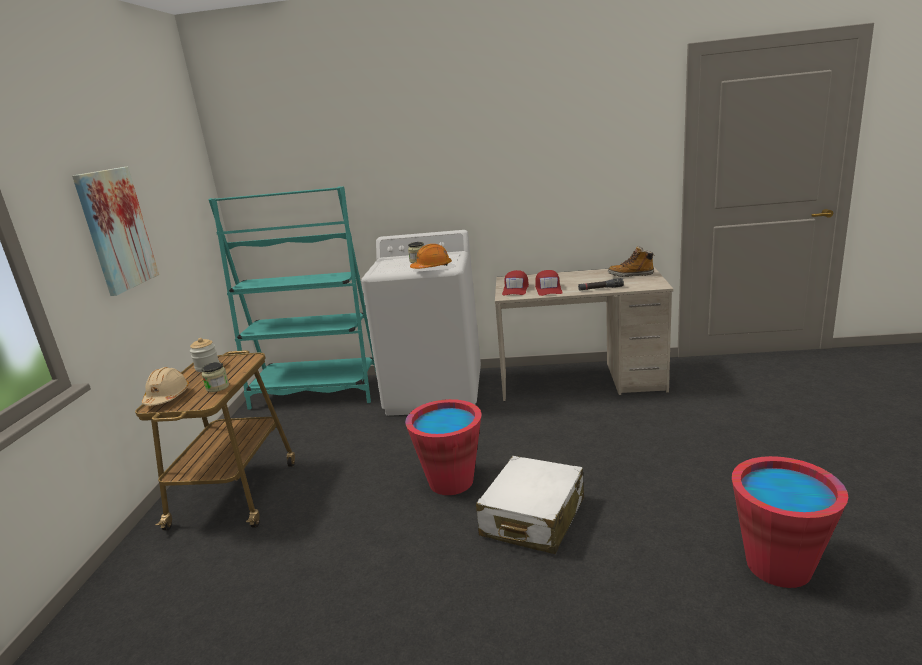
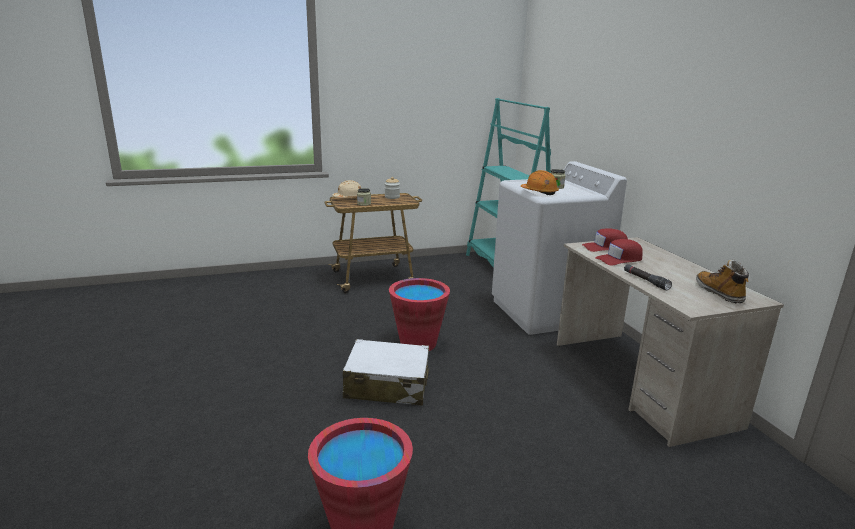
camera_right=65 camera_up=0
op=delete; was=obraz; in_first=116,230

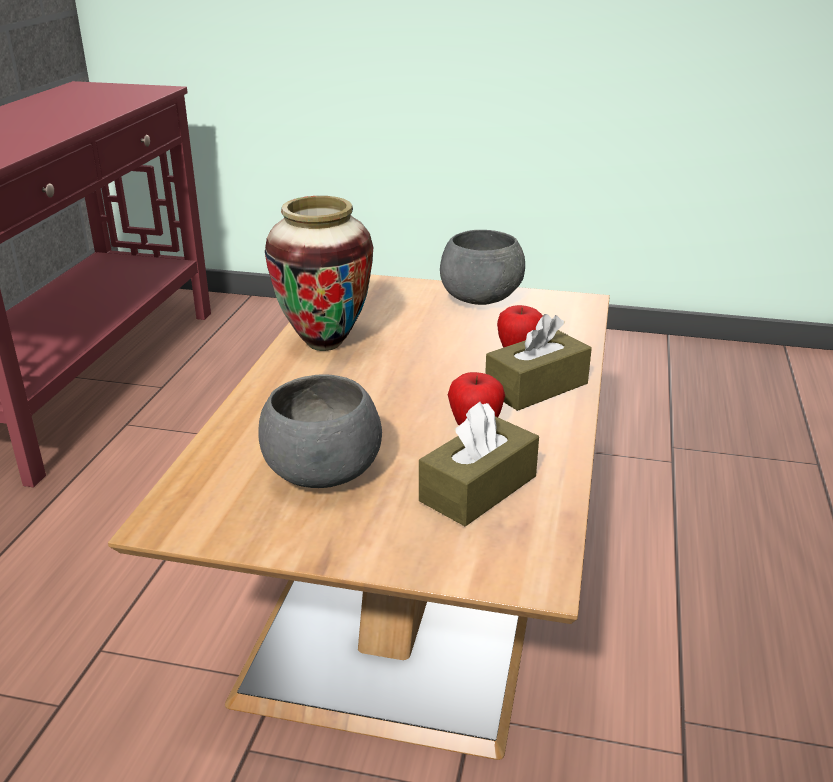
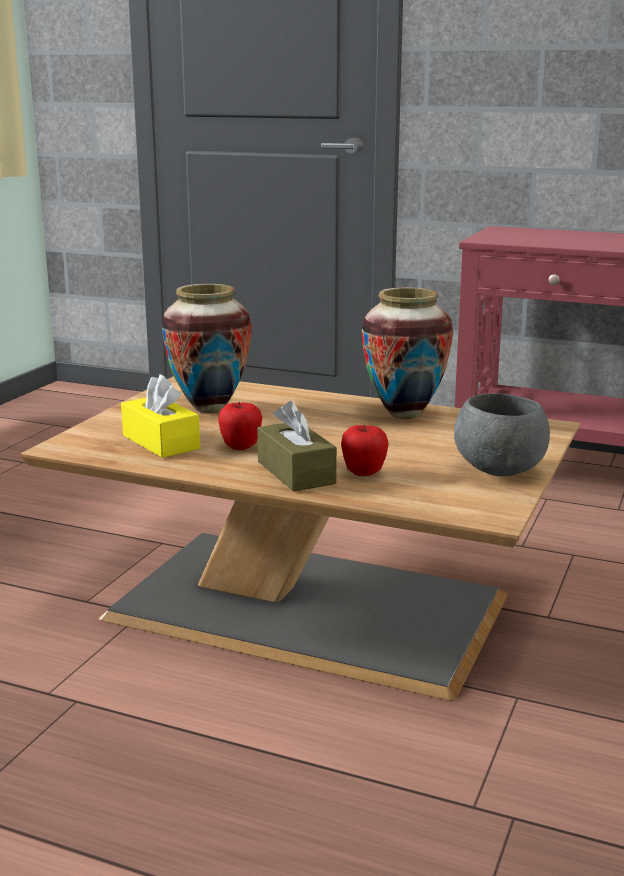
camera_right=100 camera_up=-10
op=recolor; was=pudełko chusteczek [brązowy]; now=pudełko chusteczek [żółty]; in_first=478,489; in_second=161,442
op=replace; was=miska [szary]; now=wazon; in_first=322,474; in_second=209,409

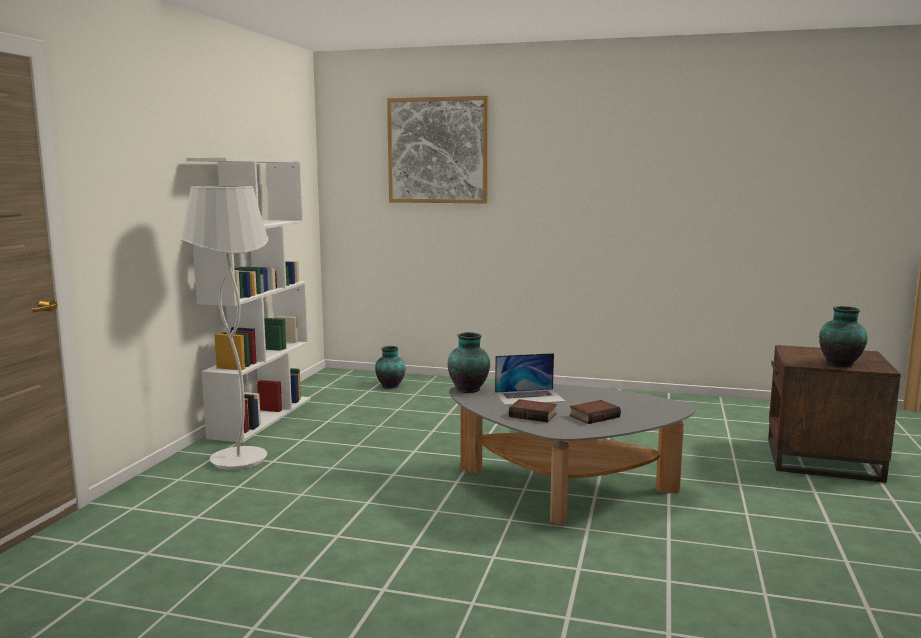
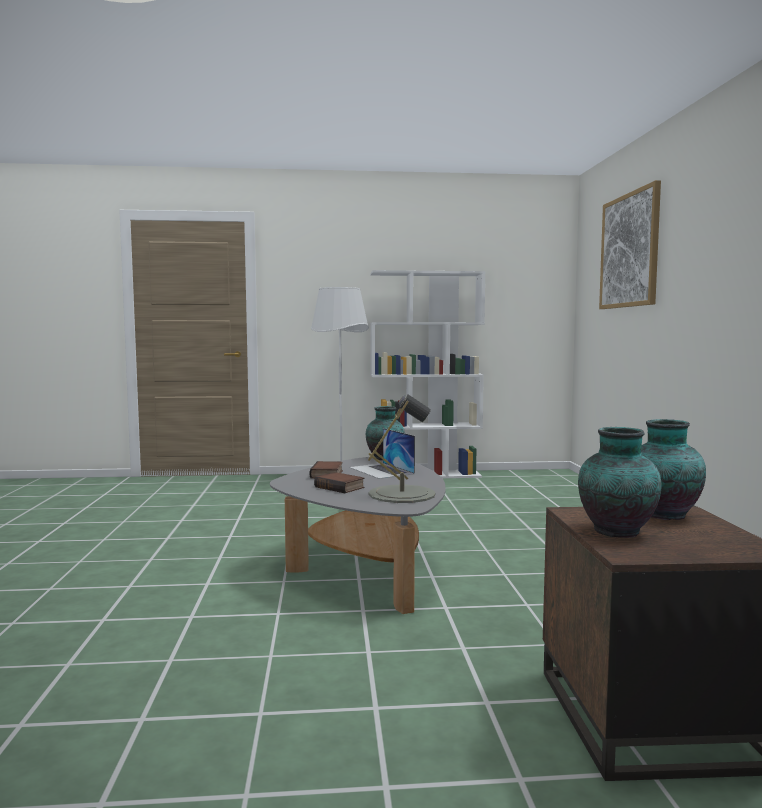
camera_right=70 camera_up=-5
op=insert; now=lampa stołowa [szary]; in_second=402,494
op=move; was=wazon; in_first=390,386; in_second=662,515

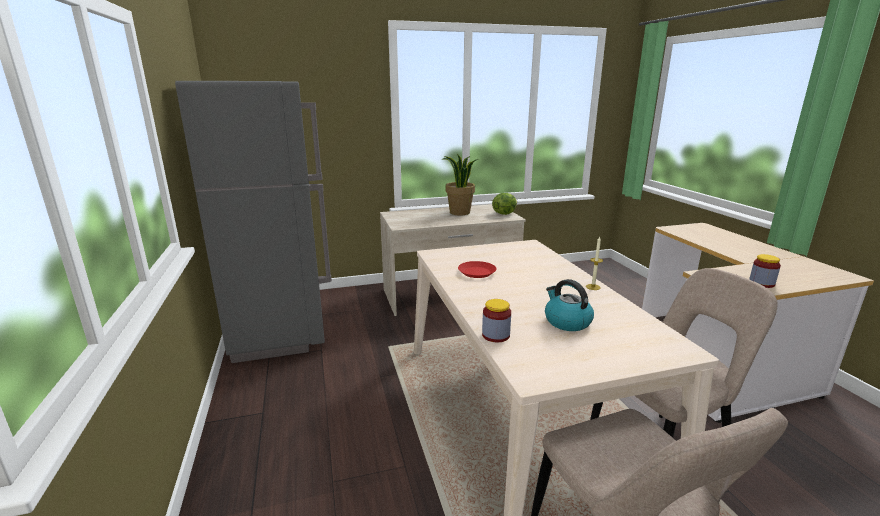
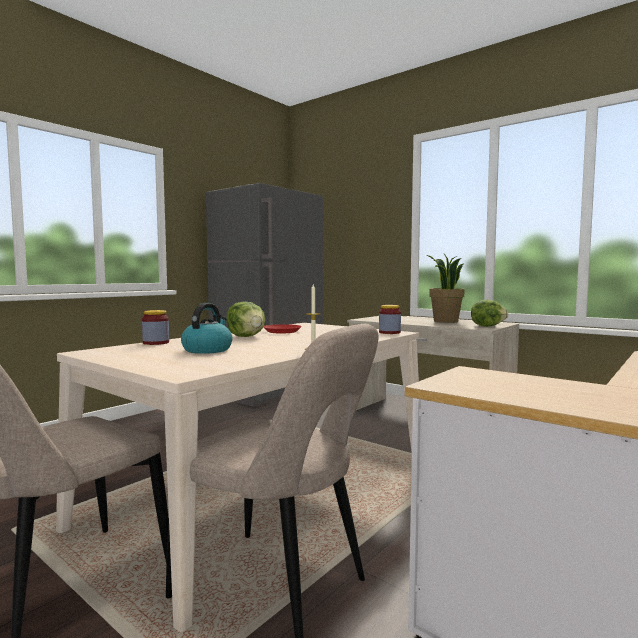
camera_right=55 camera_up=-15
op=insert; now=sałata; in_second=247,337
op=move; was=słoik; in_first=761,283; in_second=389,332

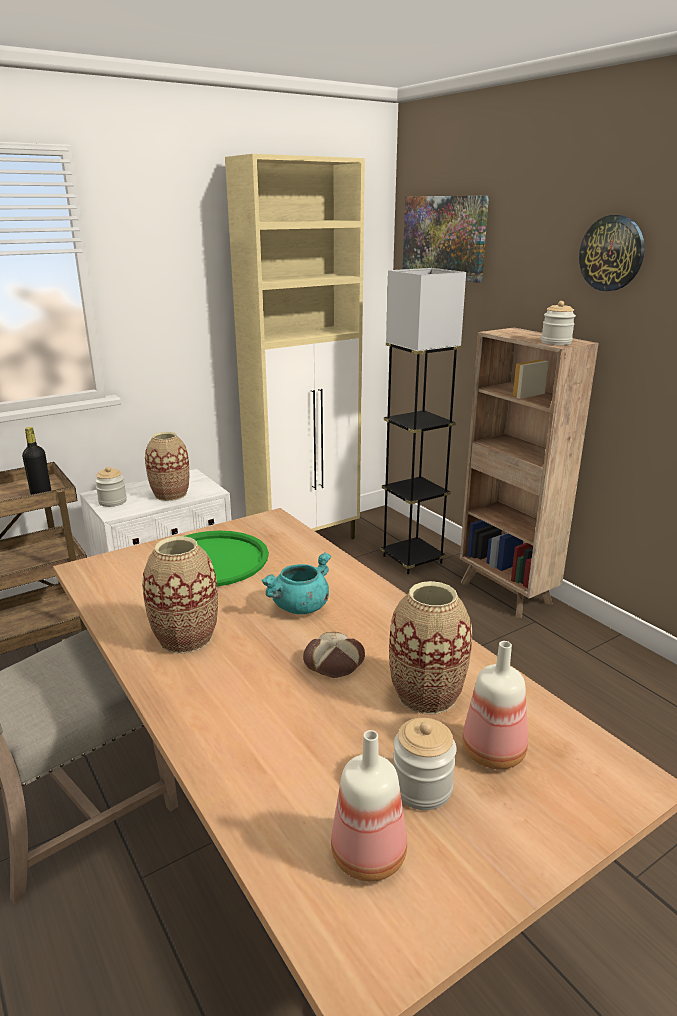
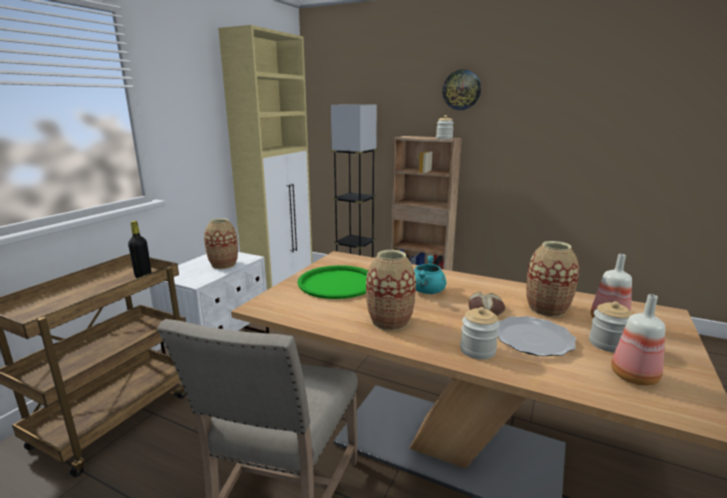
camera_right=-30 camera_up=-5
op=move; was=słoik; in_first=112,502; in_second=477,350
op=insert; now=talerz; in_second=533,339
op=delete; was=obraz; in_first=444,237

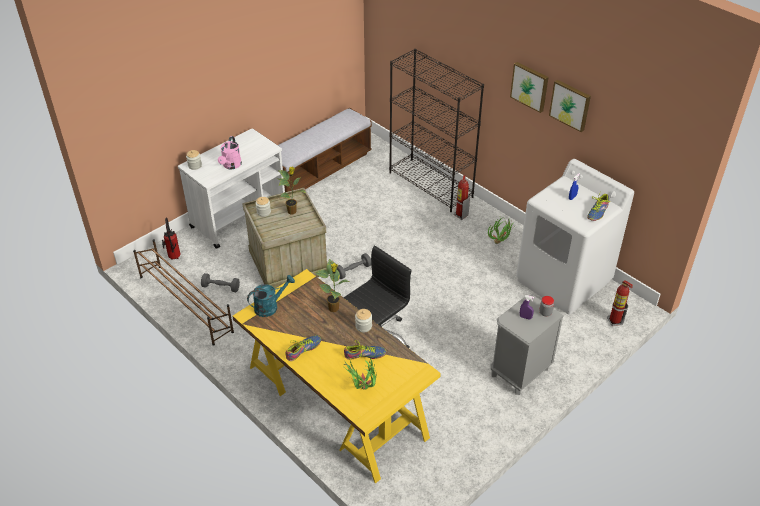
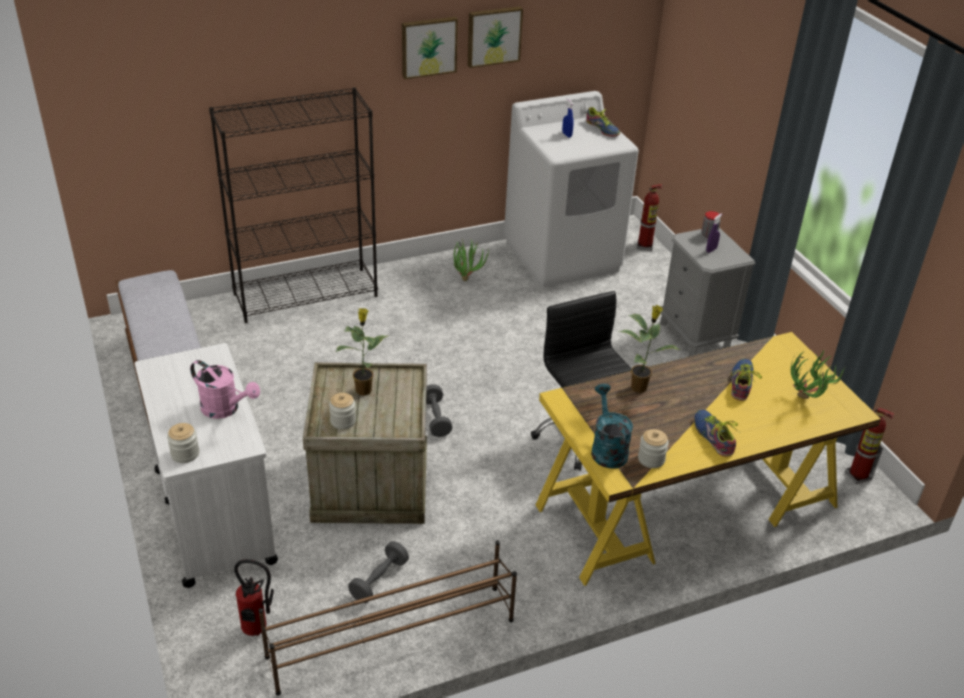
camera_right=-70 camera_up=-5
op=move; was=słoik; in_first=363,326; in_second=651,459
op=move; was=gaśnica; in_first=460,215; in_second=858,476

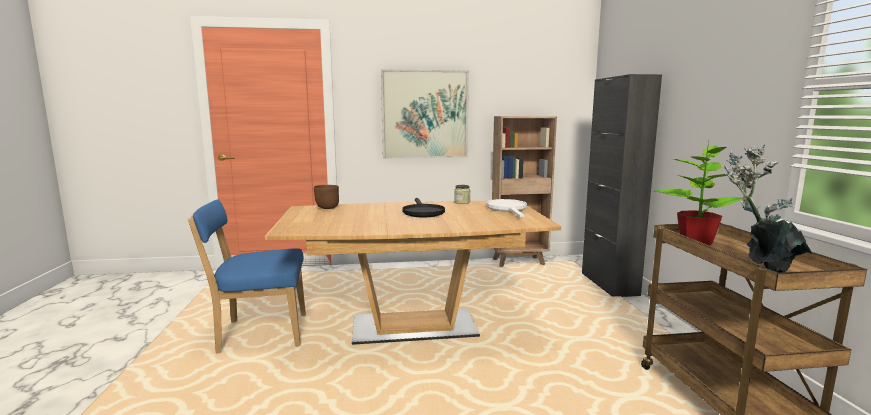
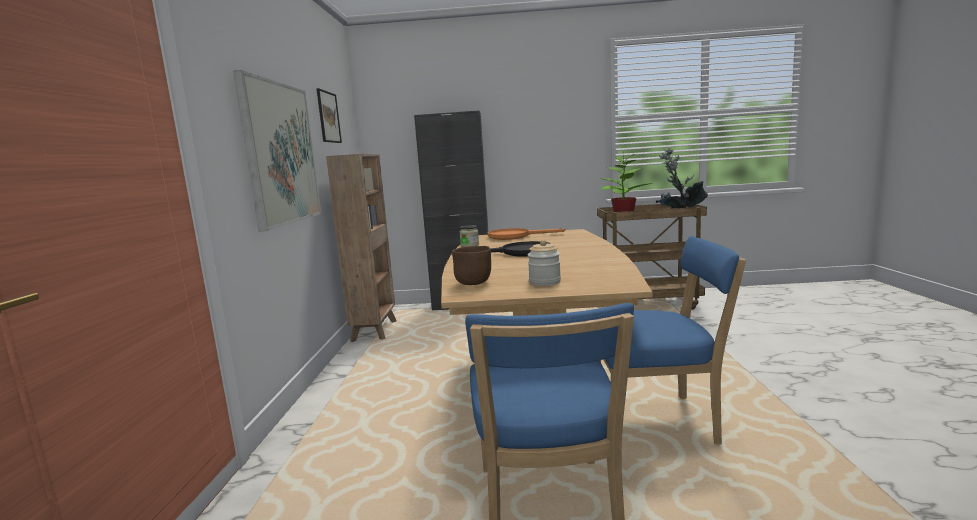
camera_right=-80 camera_up=0
op=insert; now=obraz; in_second=328,117
op=recolor; was=patelnia [biały]; now=patelnia [pomarańczowy]; in_first=508,209; in_second=515,236
op=insert; now=słoik; in_second=544,282
op=insert; now=krzesło [niebieski]; in_second=658,422

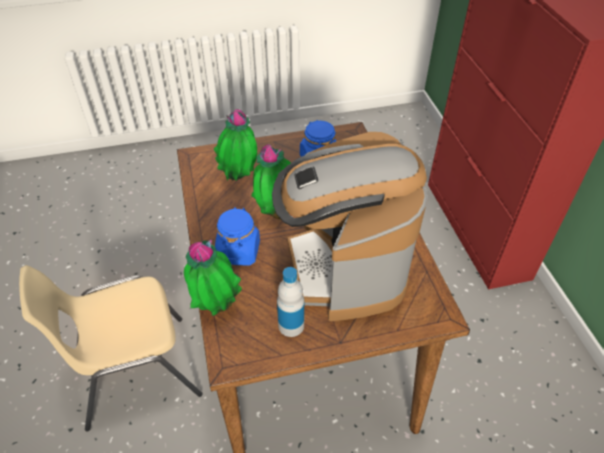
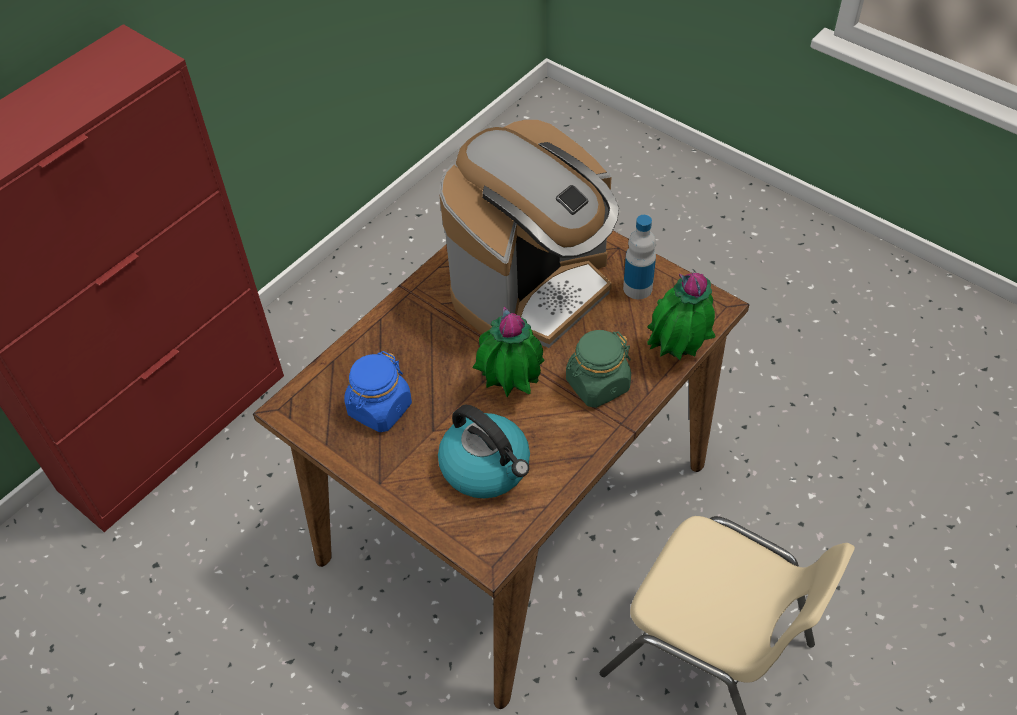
camera_right=-125 camera_up=5
op=replace; was=roślina doniczkowa; now=czajnik; in_first=240,178; in_second=487,467
op=recolor; was=słoik [niebieski]; now=słoik [zielony]; in_first=238,251; in_second=597,385

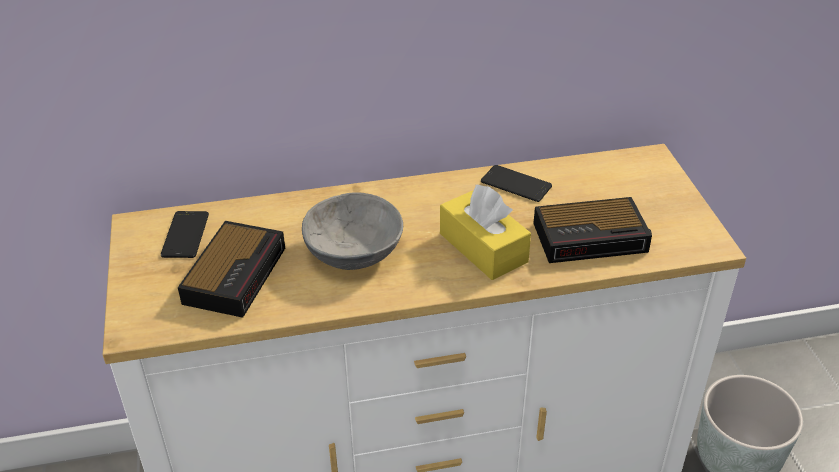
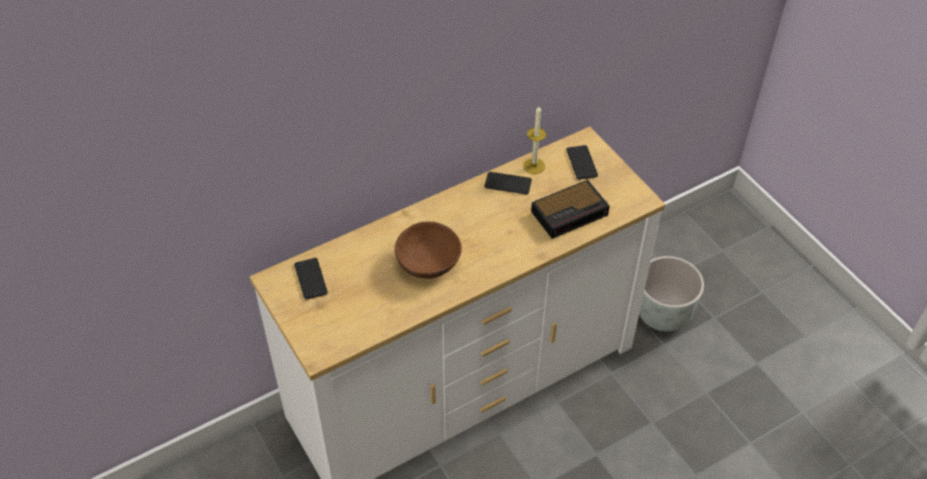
camera_right=-20 camera_up=10
op=recolor; was=miska [szary]; now=miska [brązowy]; in_first=352,252; in_second=427,262
op=insert; now=świeca; in_second=534,166
op=insert; now=telefon; in_second=581,163
op=delete; was=budzik; in_first=236,273
op=delete; was=pudełko chusteczek [żółty]; in_first=483,248

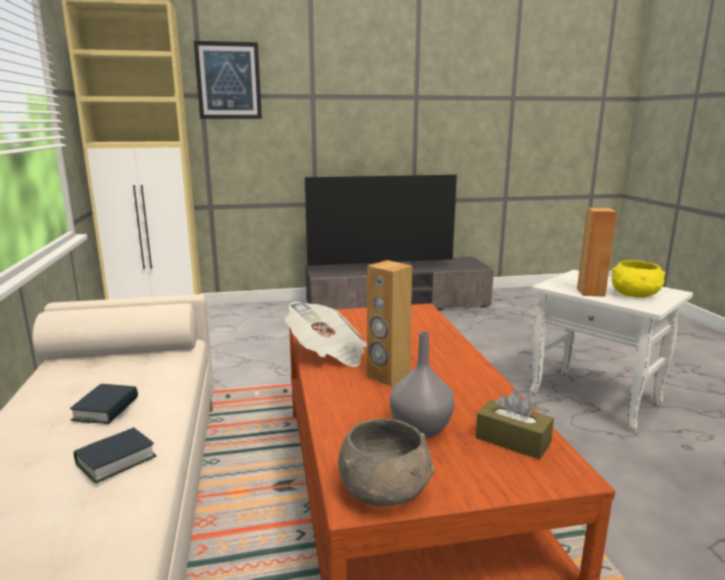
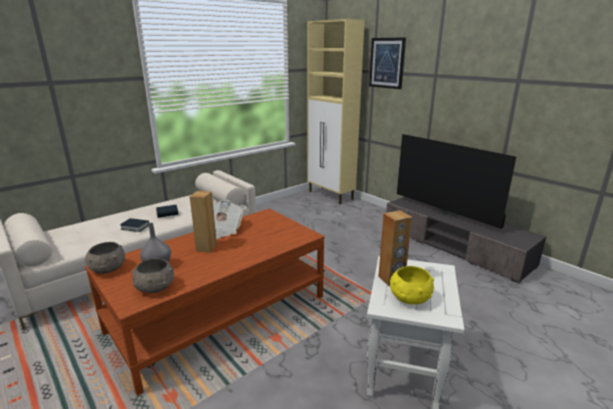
camera_right=60 camera_up=5
op=replace; was=pudełko chusteczek [brązowy]; now=miska [szary]; in_first=512,440; in_second=155,288

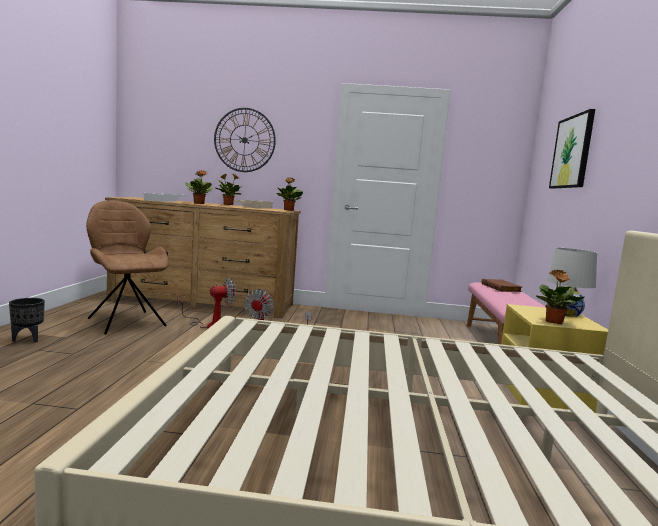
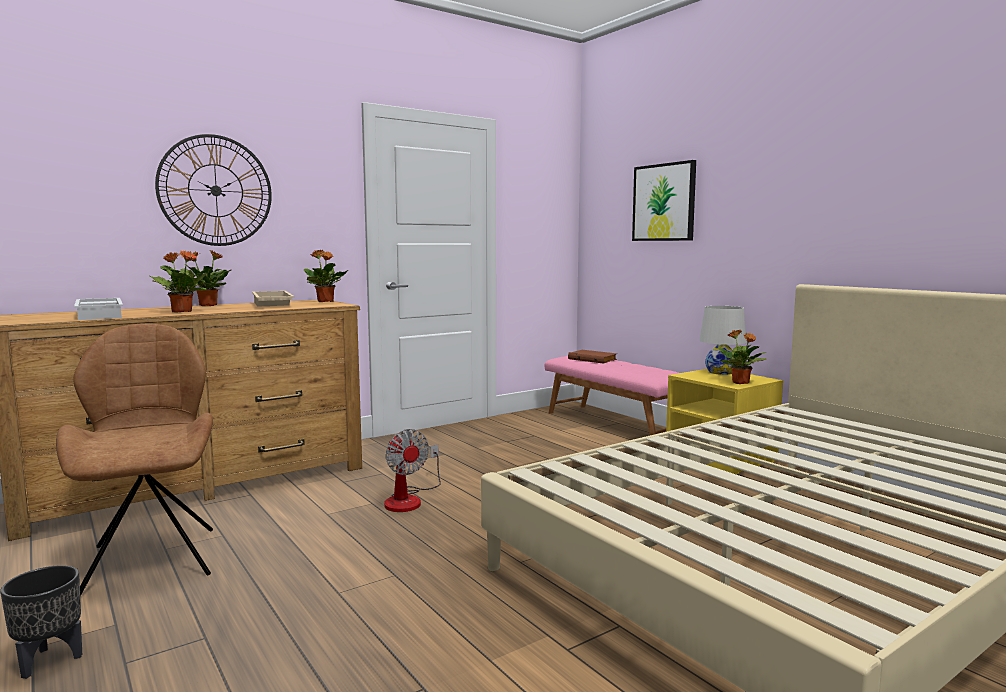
camera_right=-40 camera_up=0
op=rotate; was=krzesło [brązowy]; in_first=126,321; in_second=152,558; clockwise=60
op=delete; was=wentylator; in_first=211,325

